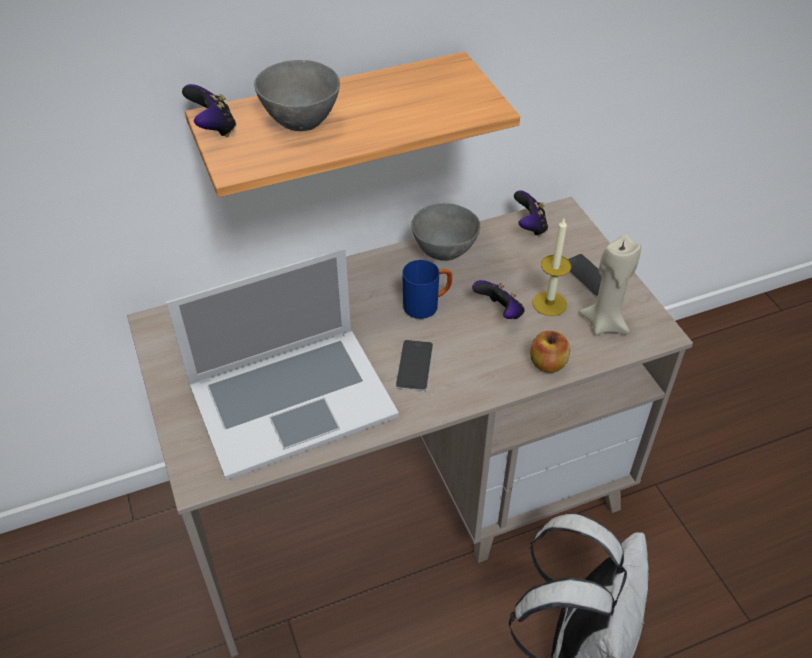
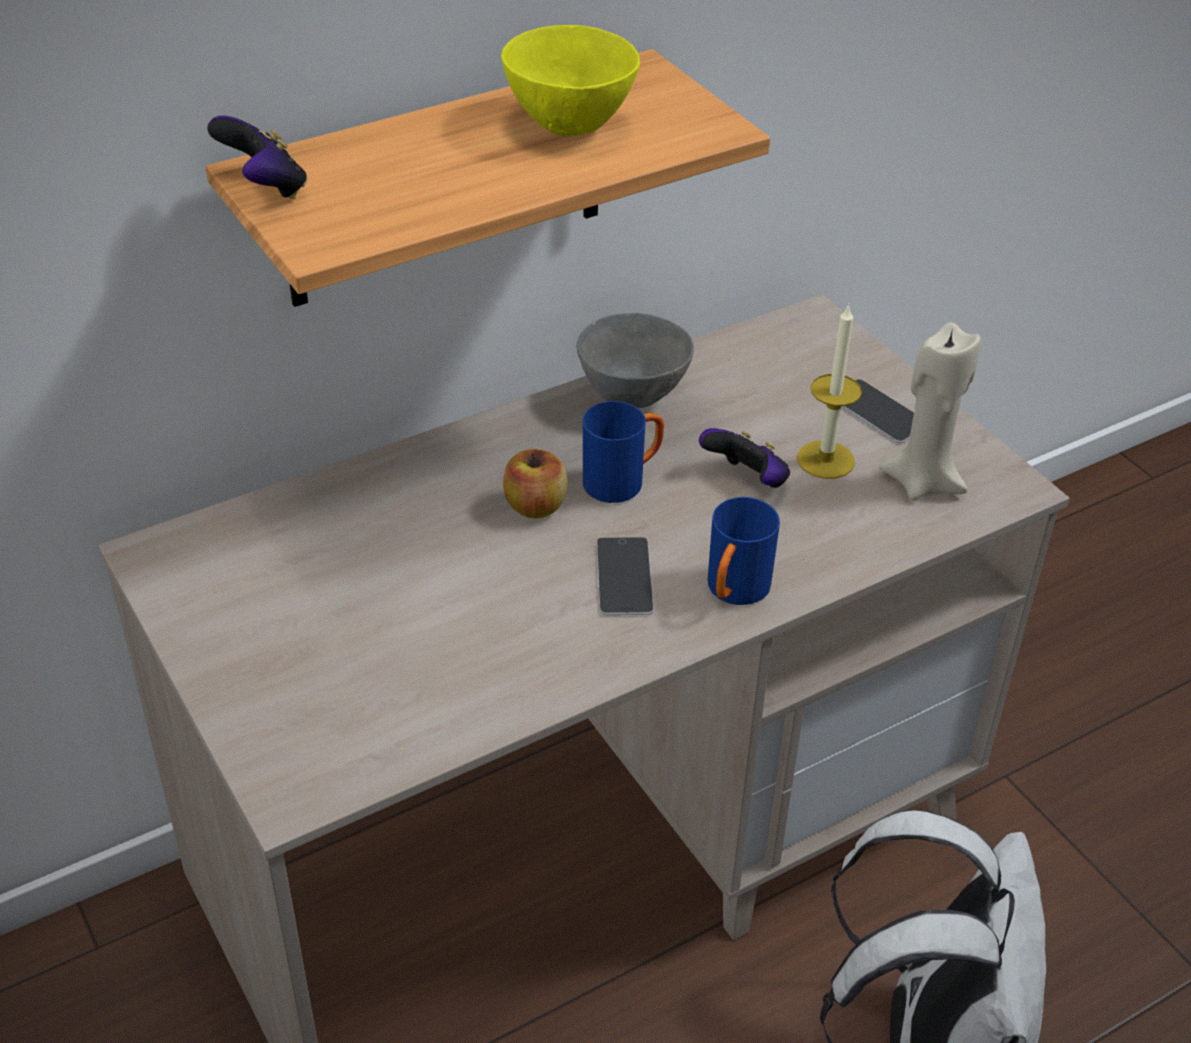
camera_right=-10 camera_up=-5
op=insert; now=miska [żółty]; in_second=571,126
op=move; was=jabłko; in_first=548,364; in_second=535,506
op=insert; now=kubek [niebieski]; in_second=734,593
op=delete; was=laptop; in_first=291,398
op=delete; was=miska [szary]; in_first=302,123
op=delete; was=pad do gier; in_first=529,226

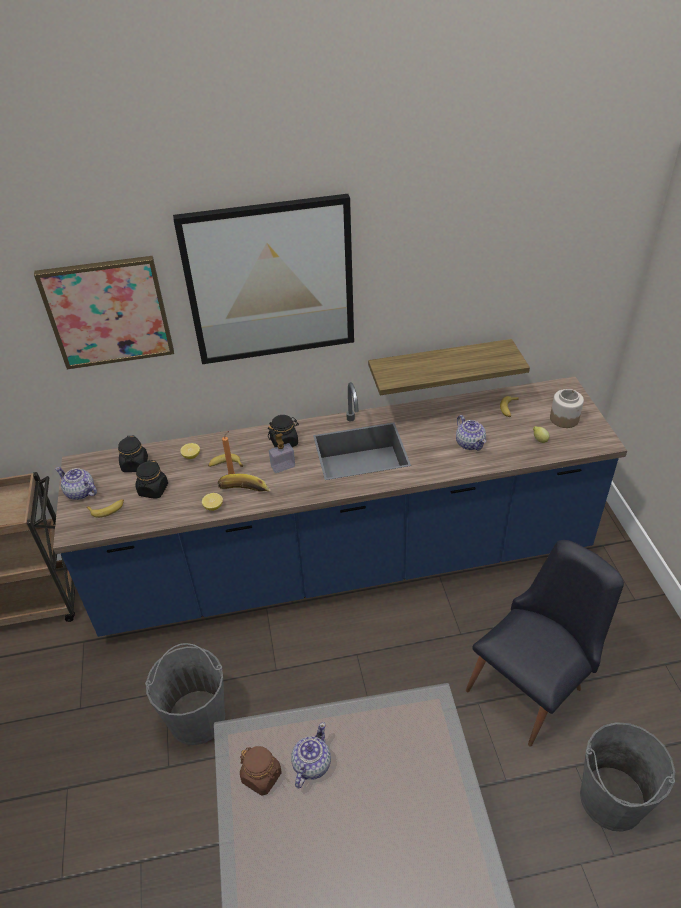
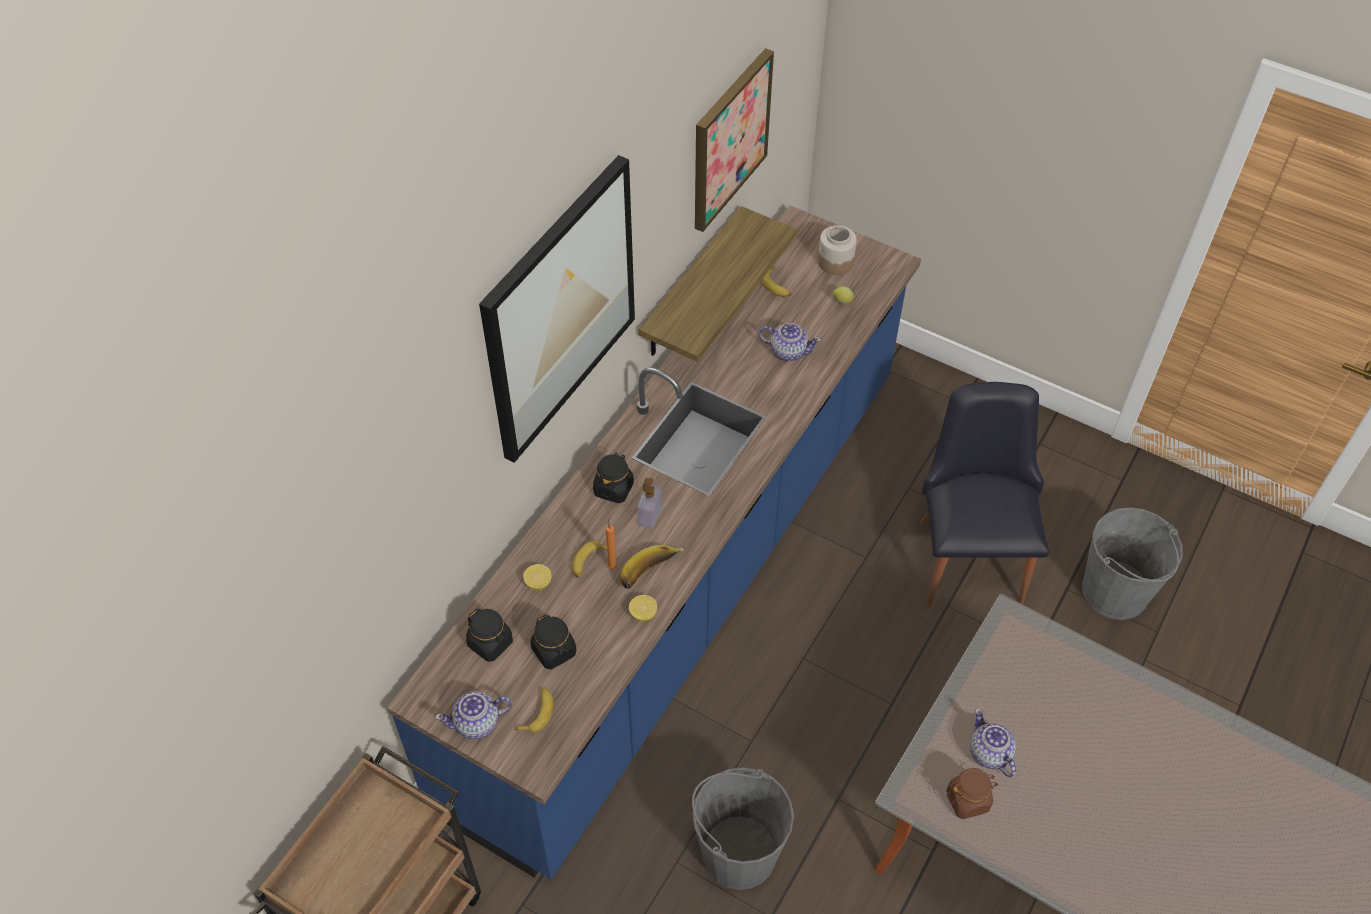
camera_right=-50 camera_up=10
op=move; was=obraz; in_first=108,312; in_second=729,139

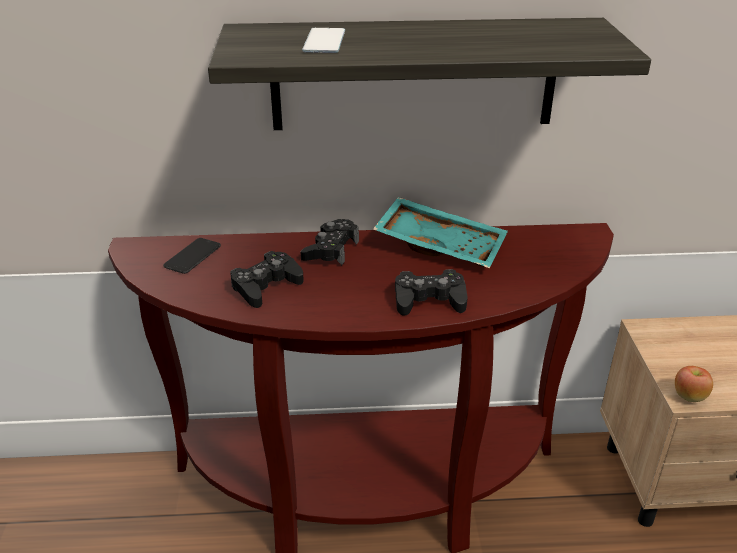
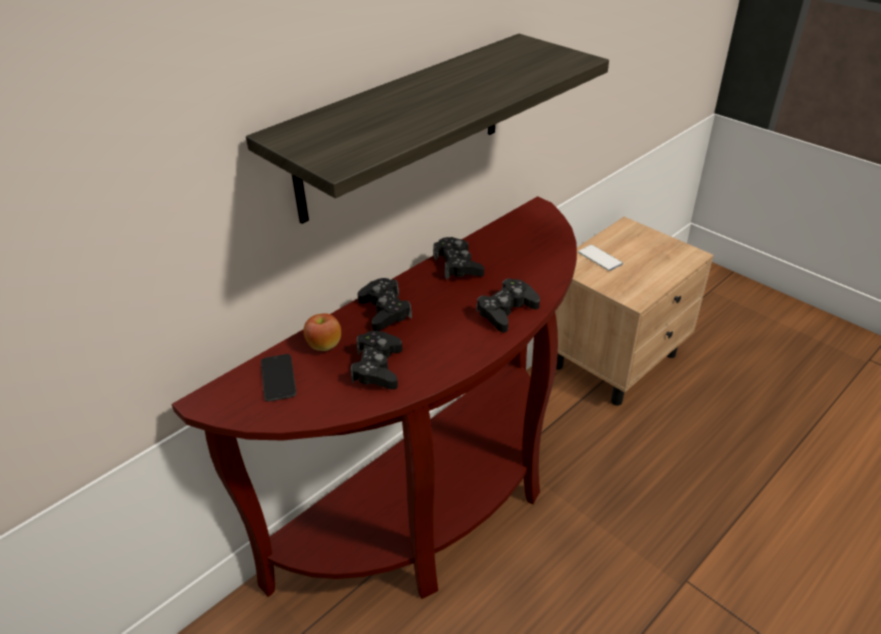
camera_right=-40 camera_up=5
op=move; was=jabłko; in_first=689,396; in_second=324,346
op=replace; was=taca [turkusowy]; now=pad do gier [czarny]; in_first=441,245; in_second=458,265
op=move; was=telefon; in_first=324,41; in_second=600,258

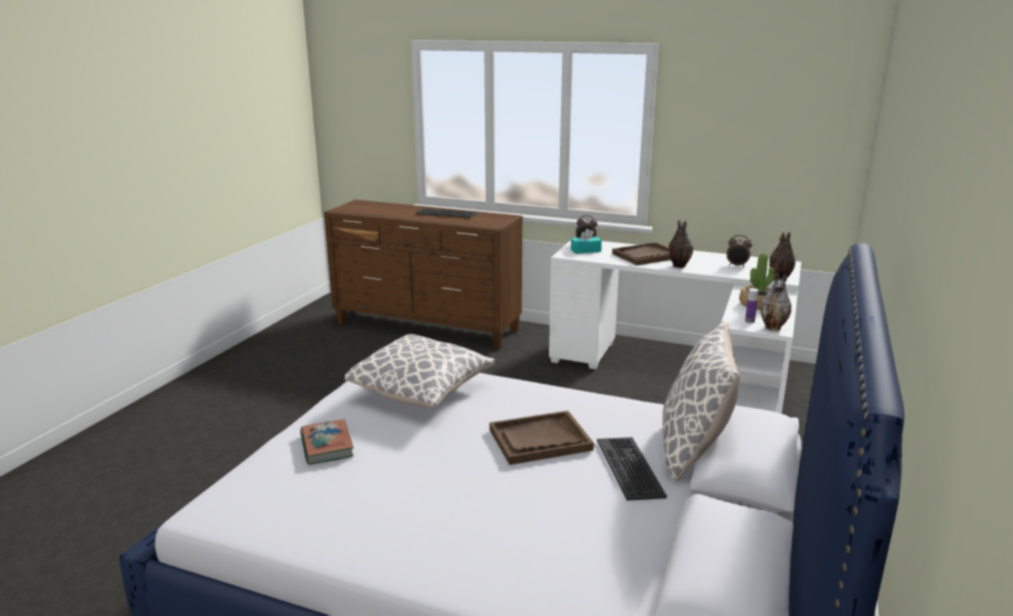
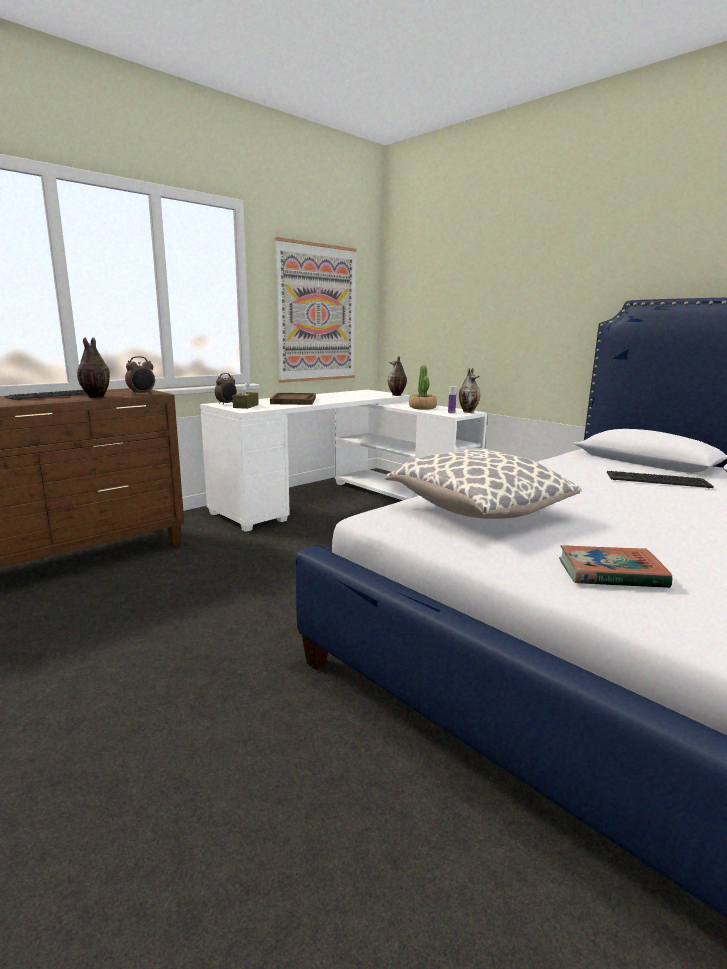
camera_right=-65 camera_up=-5
op=move; was=wazon; in_first=678,266; in_second=95,397
op=move; was=budzik; in_first=737,266; in_second=142,394
op=recolor; was=pudełko chusteczek [turkusowy]; now=pudełko chusteczek [brązowy]; in_first=585,250; in_second=246,406
op=insert; now=obraz; in_second=317,313
op=delete; was=taca [brązowy]; in_first=540,440
op=delete; was=poduszka; in_first=693,449

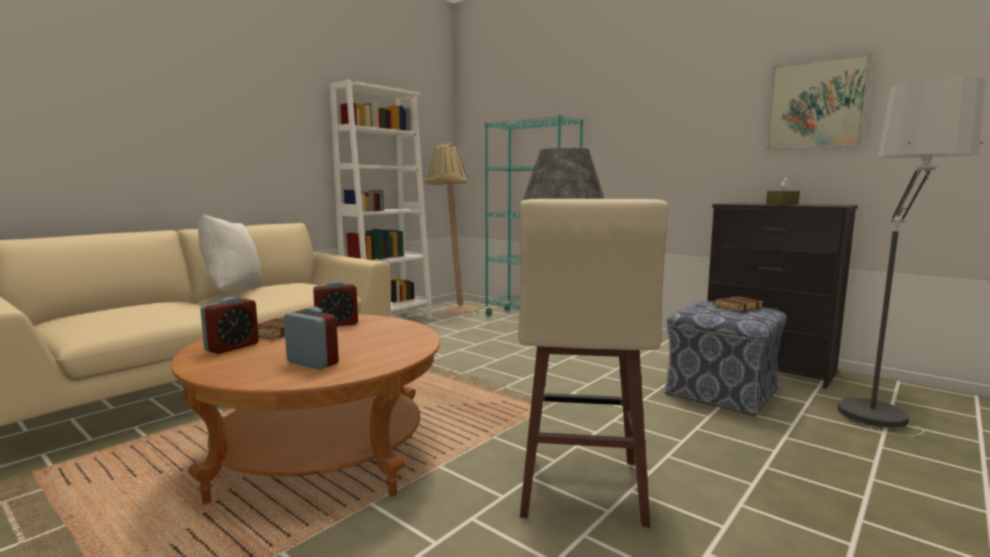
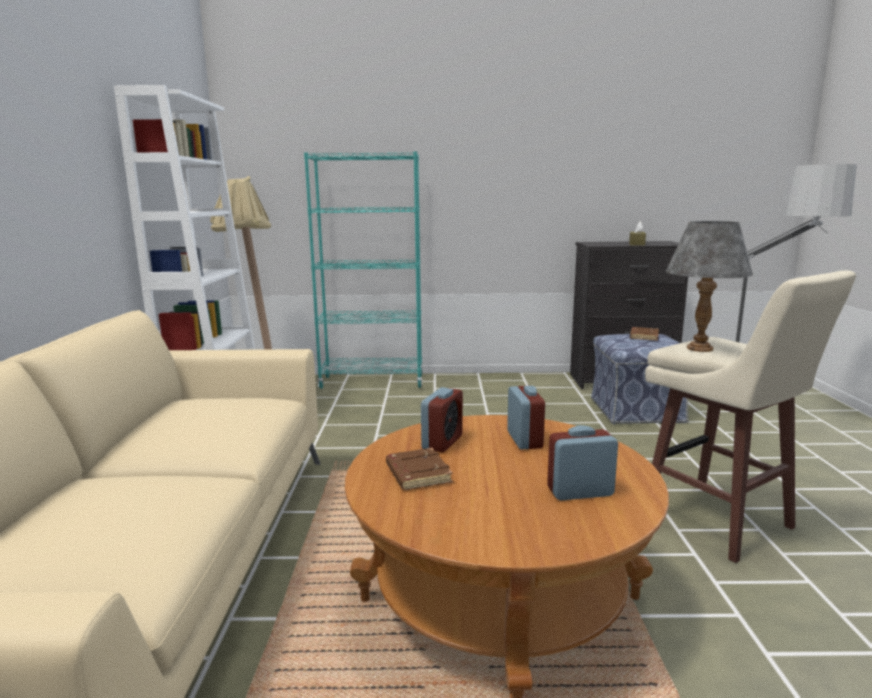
camera_right=-40 camera_up=5
op=move; was=budzik; in_first=232,347; in_second=524,440
op=delete; was=poduszka [biały]; in_first=232,292
op=delete; was=obraz; in_first=816,104

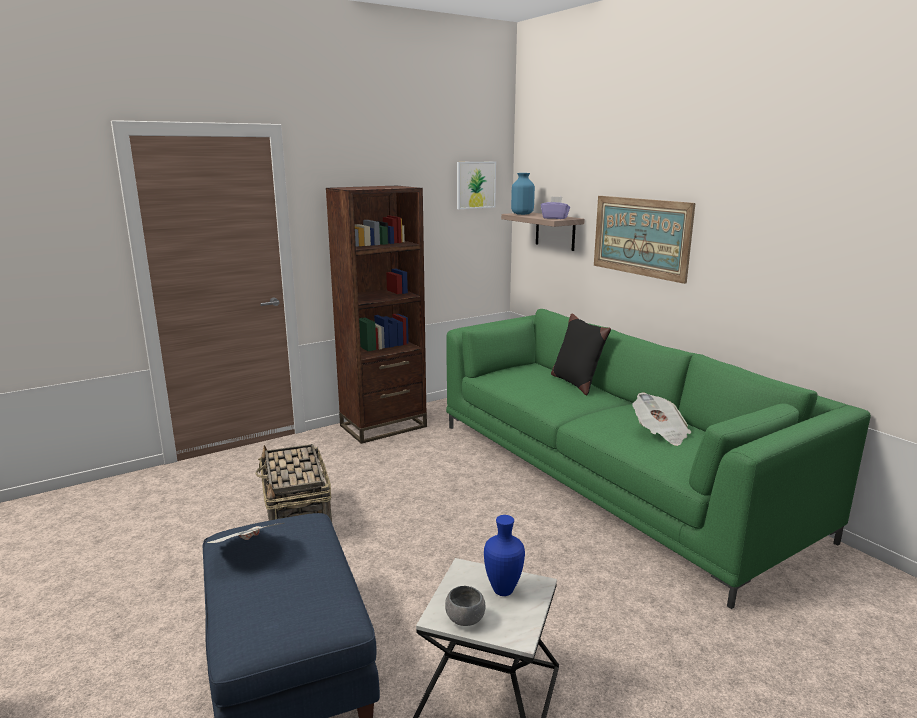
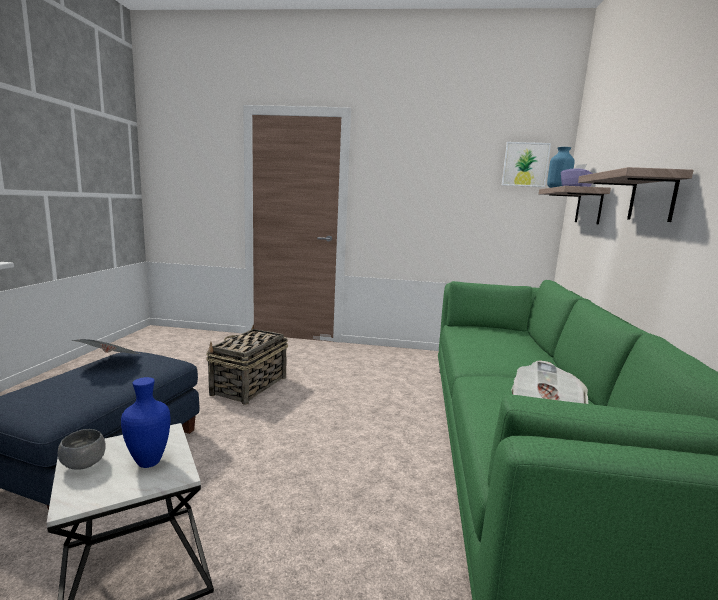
camera_right=40 camera_up=-5
op=replace; was=obraz; now=półka; in_first=641,237; in_second=652,197
op=delete; was=regał [brązowy]; in_first=383,426
op=delete; was=poduszka [czarny]; in_first=576,383

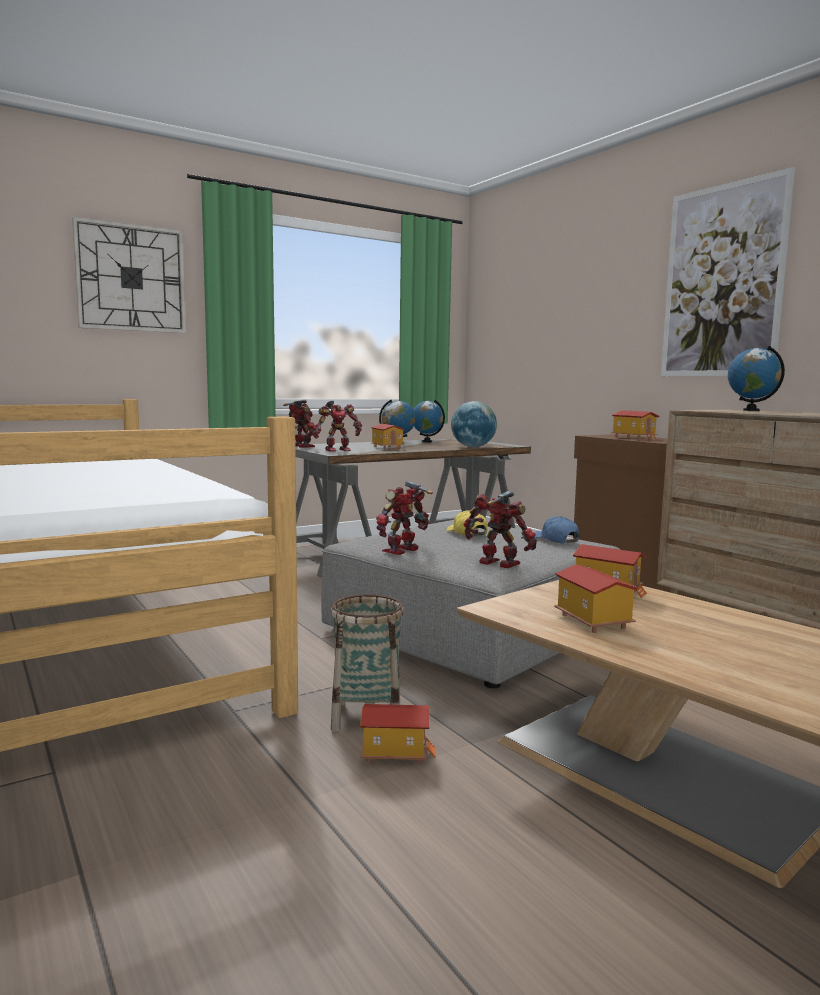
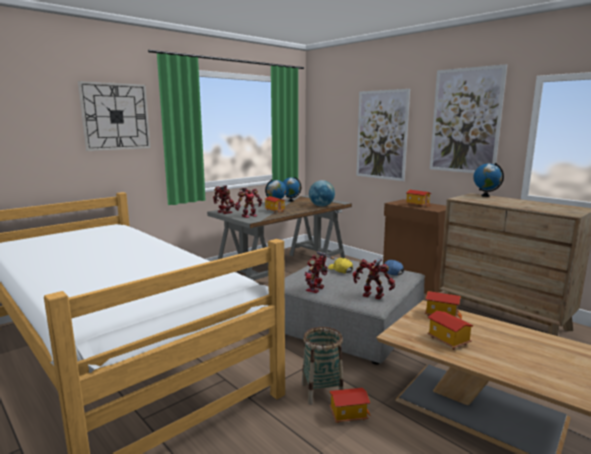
camera_right=-10 camera_up=5
op=insert; now=obraz; in_second=381,135

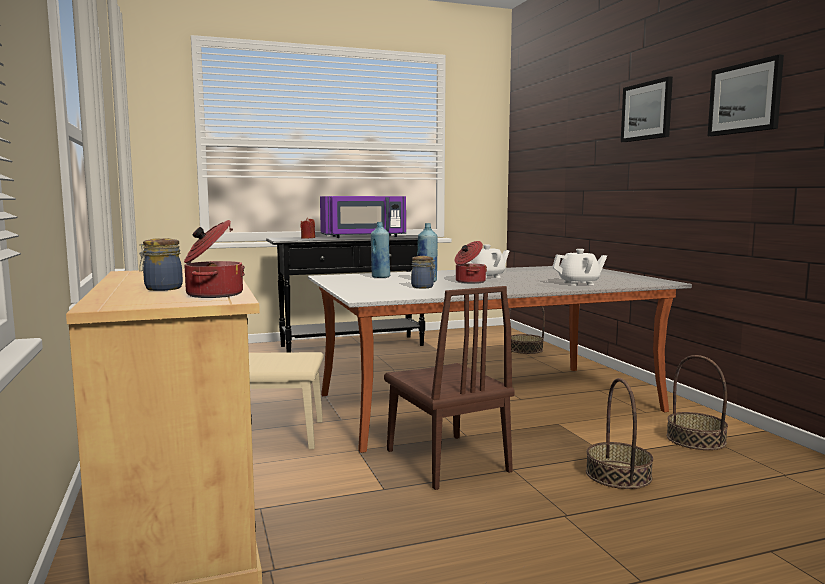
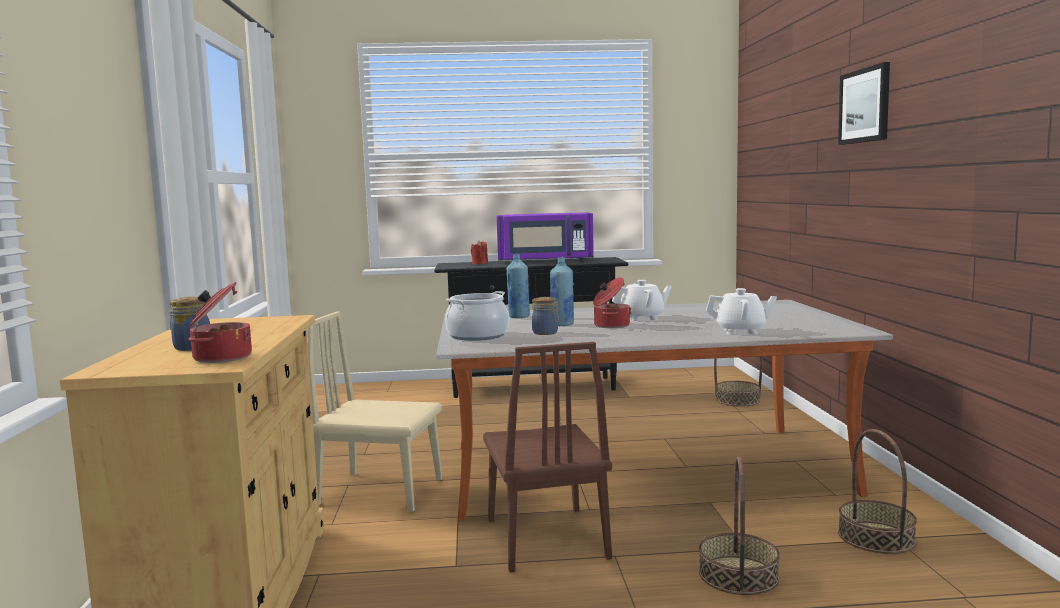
camera_right=15 camera_up=0
op=insert; now=garnek; in_second=478,336
op=delete; was=obraz; in_first=745,98

